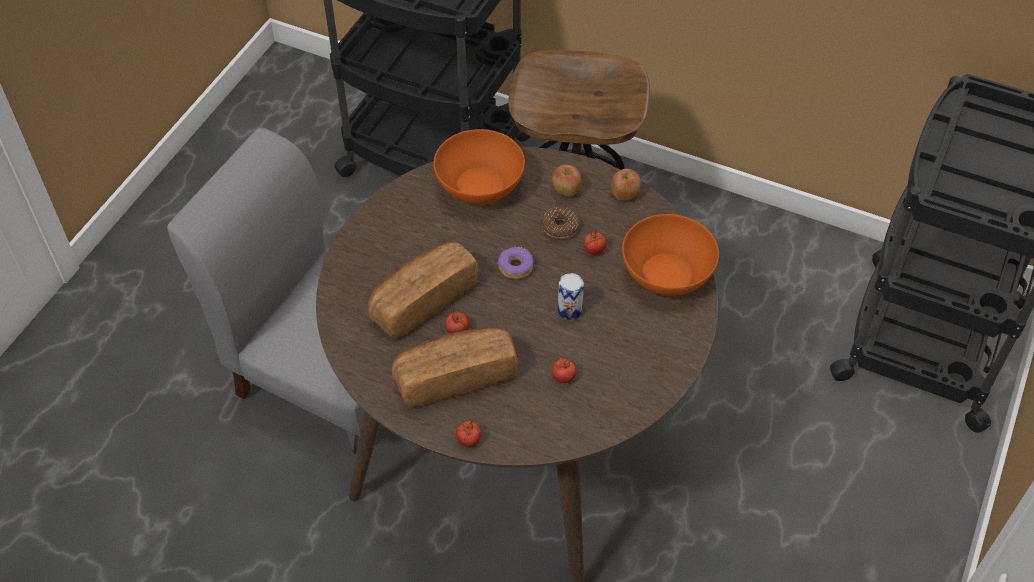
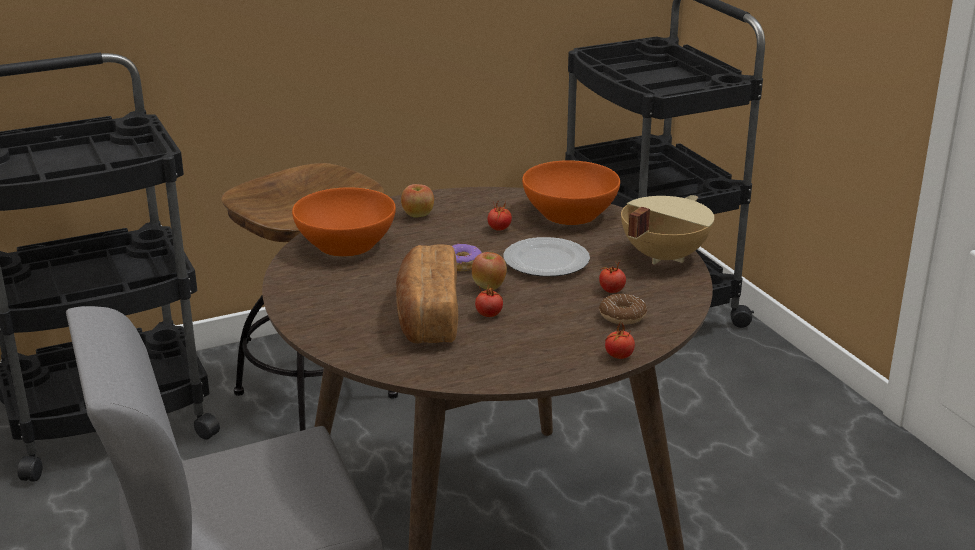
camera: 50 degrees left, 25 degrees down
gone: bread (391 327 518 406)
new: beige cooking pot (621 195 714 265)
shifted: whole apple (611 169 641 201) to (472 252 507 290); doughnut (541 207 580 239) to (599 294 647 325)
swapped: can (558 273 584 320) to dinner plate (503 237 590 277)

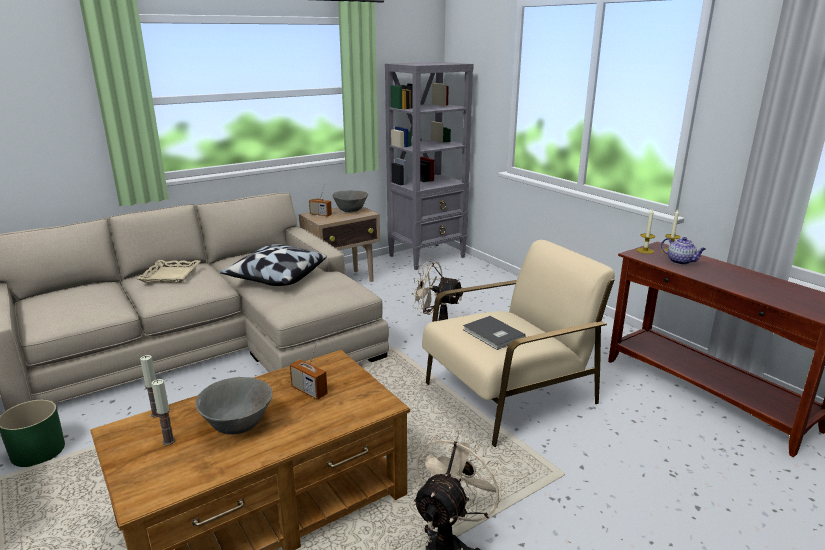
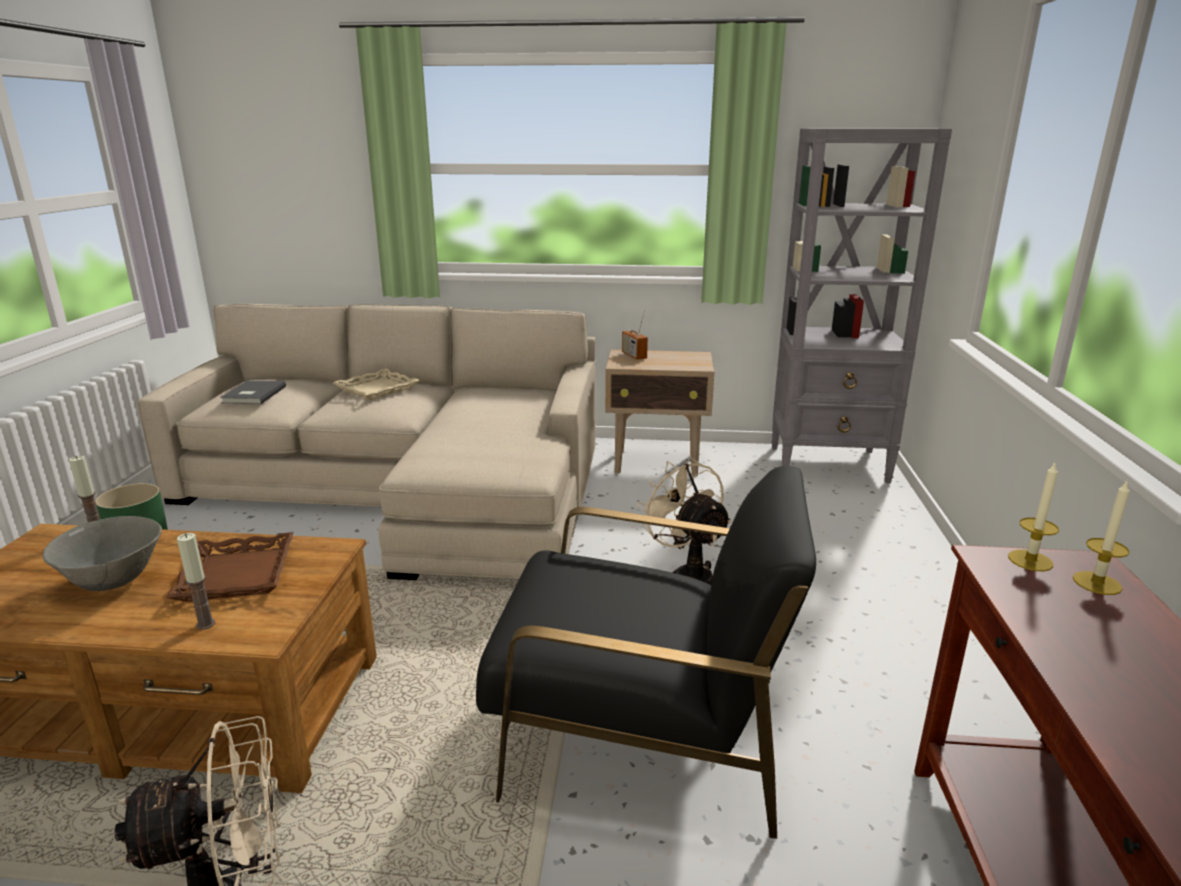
camera: 40 degrees right, 0 degrees up
gone: grey serving bowl (332 190 368 213); pot for tea (661 237 706 265); throw pillow (220 244 327 286)
shifted: grey book (463 316 526 350) to (220 380 286 404); candle (151 379 175 445) to (177 533 215 630)
swapped: radio (290 341 328 400) to brown tray (166 533 294 602)
repainted: beige easy chair (422 240 615 447) to black-coloured easy chair (476 466 816 839)

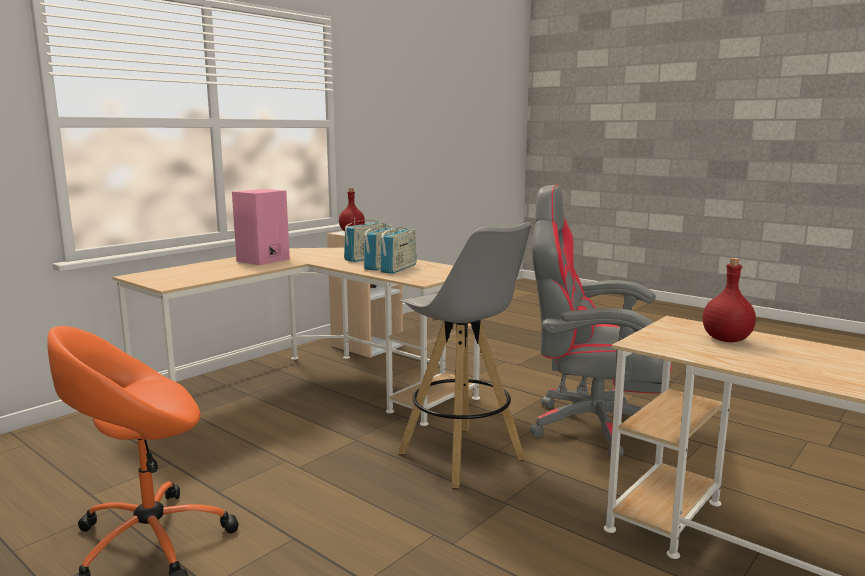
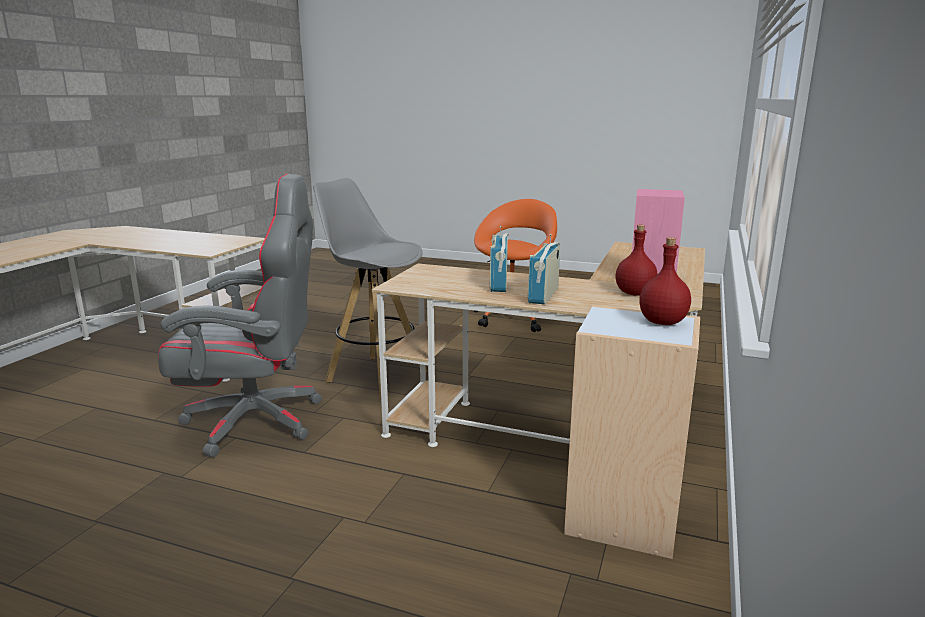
camera: 160 degrees right, 5 degrees up
gone: radio (380 225 417 274)
shifted: reddish bottle (703 258 756 342) to (615 225 657 295)

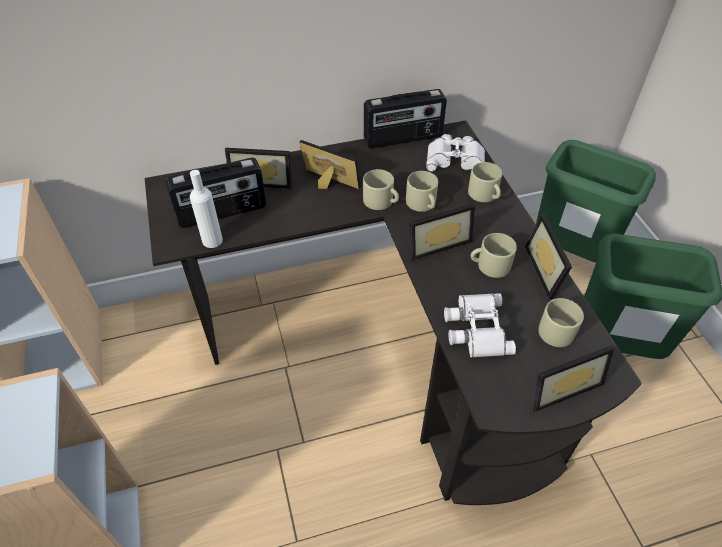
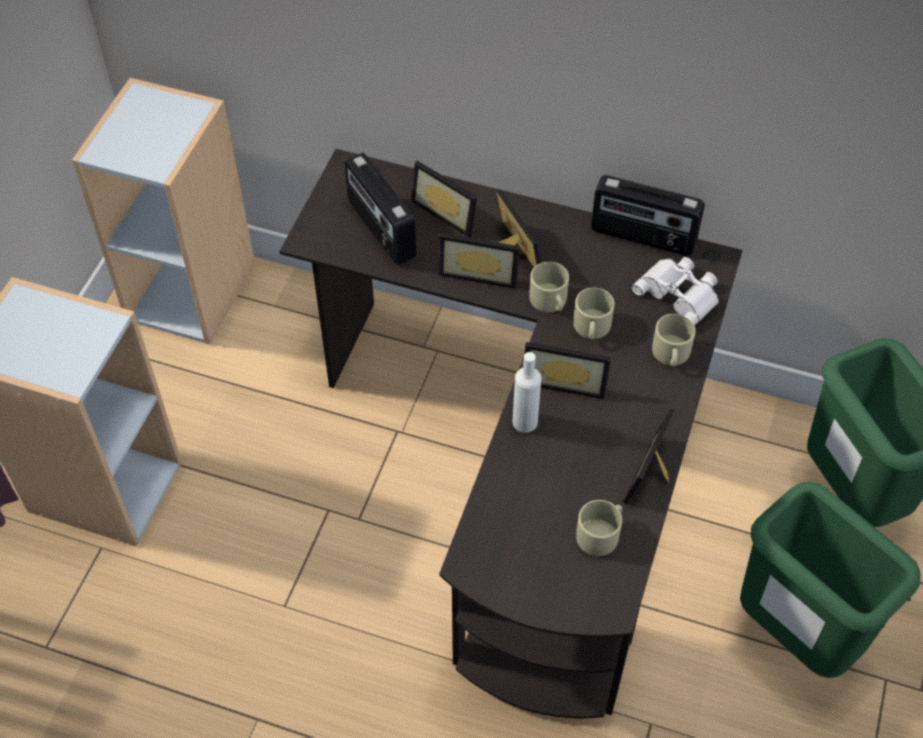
camera: 35 degrees right, 5 degrees up
gone: beige coffee mug (471 233 517 278); white field glasses (444 293 516 358)
shifted: white bottle (190 170 223 248) to (512 352 542 433); standing frame (532 345 615 412) to (438 233 520 289)
rotated: radio (166 158 266 228) = (344 153 416 265) 45 degrees clockwise

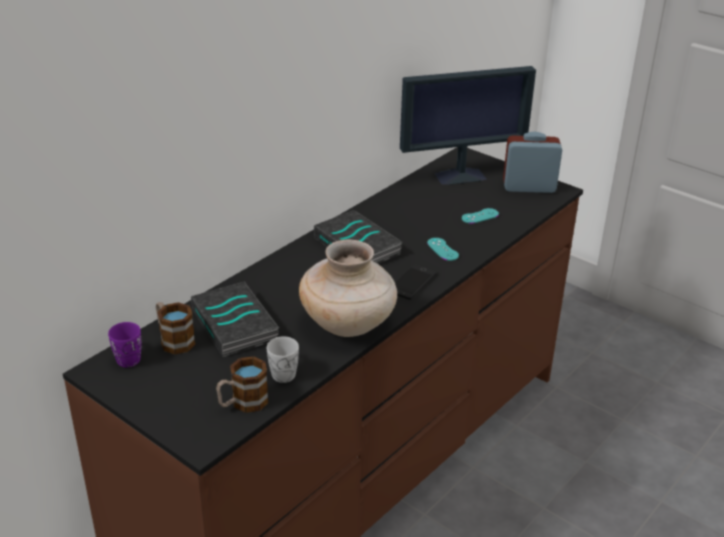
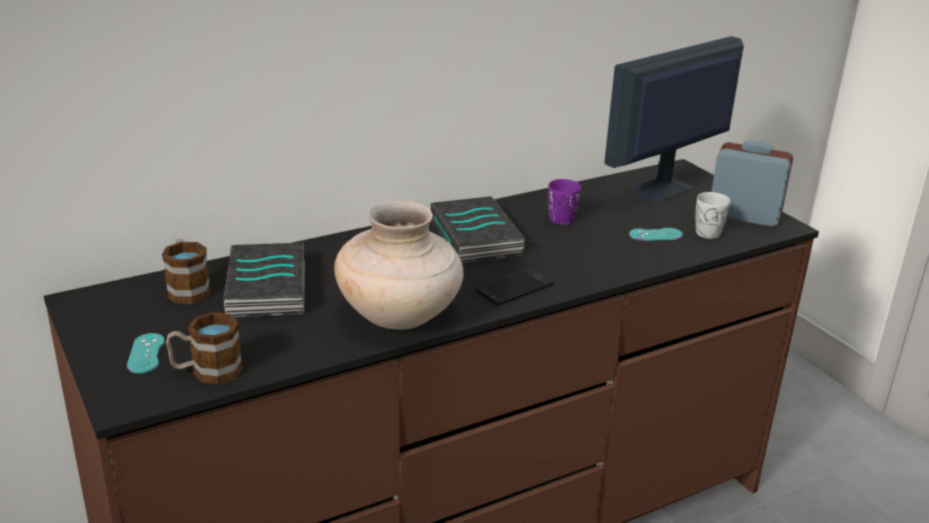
camera: 20 degrees right, 5 degrees down
shifted: turquoise-coloured gamepad (427 238 459 261) to (127 333 165 374); purple coffee mug (108 322 141 367) to (548 179 581 225); white coffee mug (267 336 299 383) to (695 192 731 239)
rotated: computer screen (400 66 536 185) = (604 36 744 202) 135 degrees clockwise

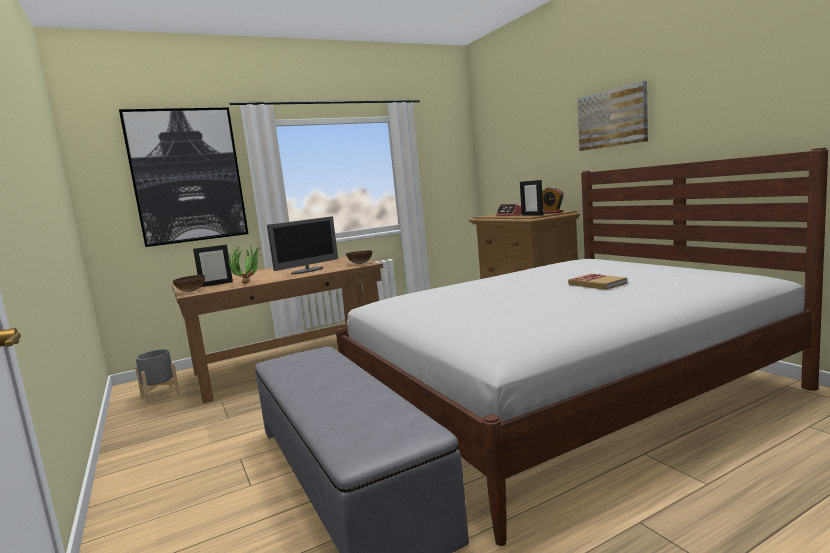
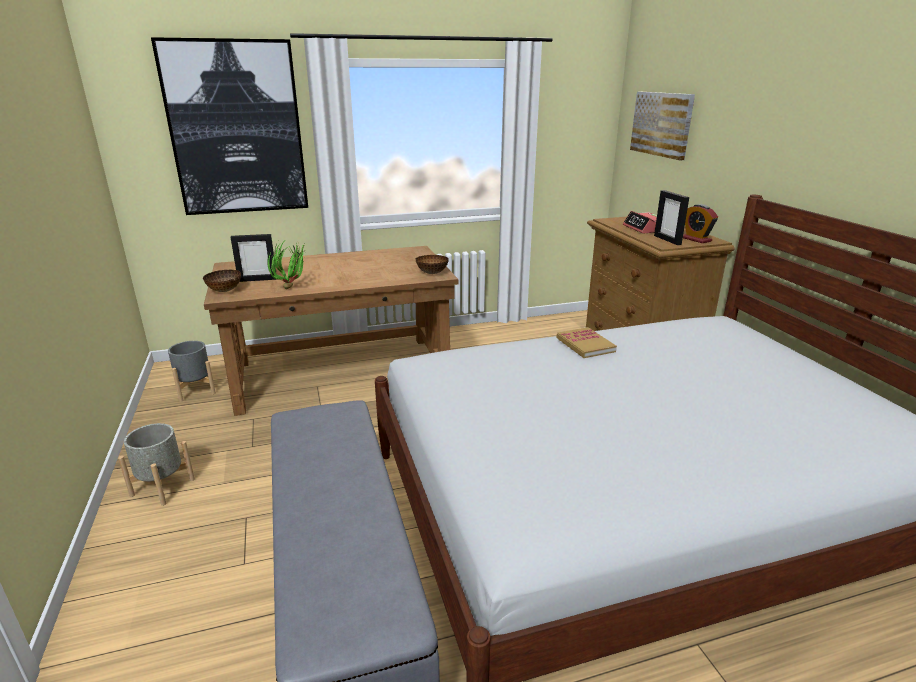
camera: 10 degrees right, 15 degrees up
gone: computer screen (267 216 338 274)
new: grey plant pot (118 423 195 506)
shifted: wall picture (577 81 648 151) to (630 92 695 160); book (568 274 627 290) to (556 327 617 358)

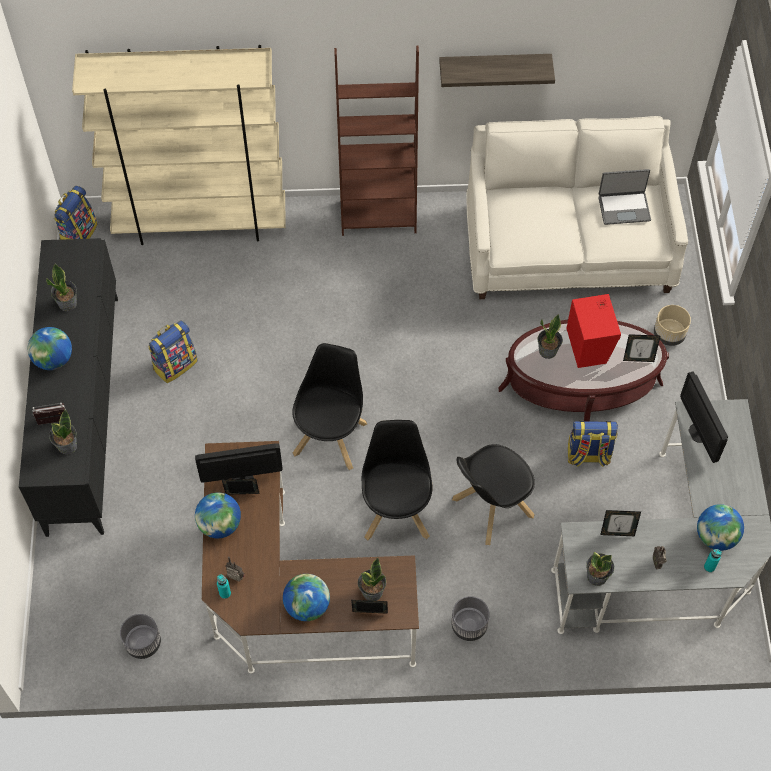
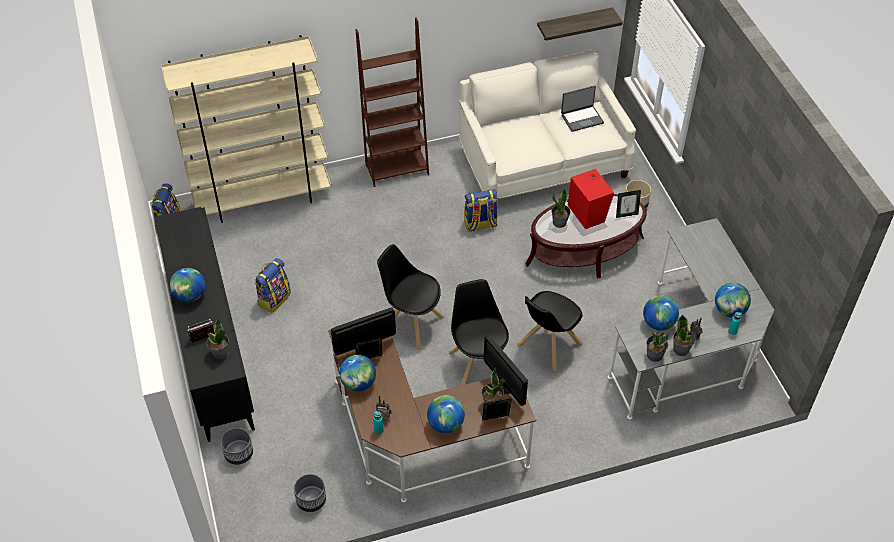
camera: 15 degrees left, 10 degrees down
shifted: shelf (439 54 555 87) to (537 7 623 41); houseplant (46 263 77 311) to (673 315 695 356); computer screen (680 371 728 463) to (484 335 528 406); knapsack (568 421 618 467) to (464 189 498 232); grey plant pot (451 596 490 641) to (221 428 253 465)
swapped: standing frame (600 510 641 536) to desk globe (643 295 679 331)
rotated: black-coloured upright chair (292 343 367 470) = (377 244 444 349) 60 degrees counterclockwise

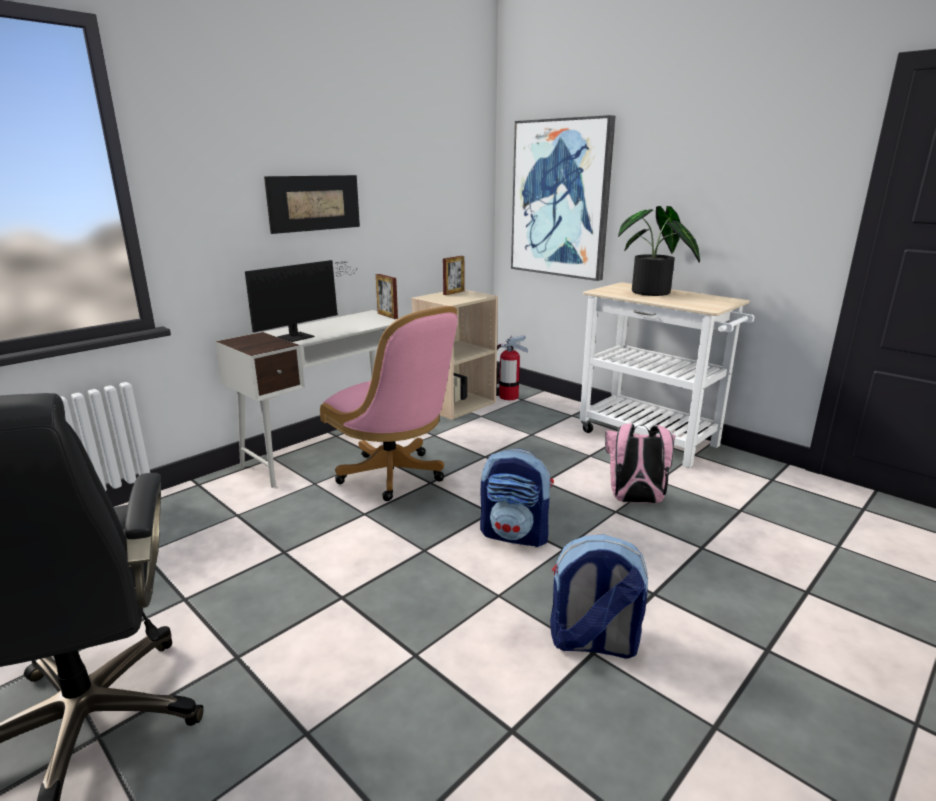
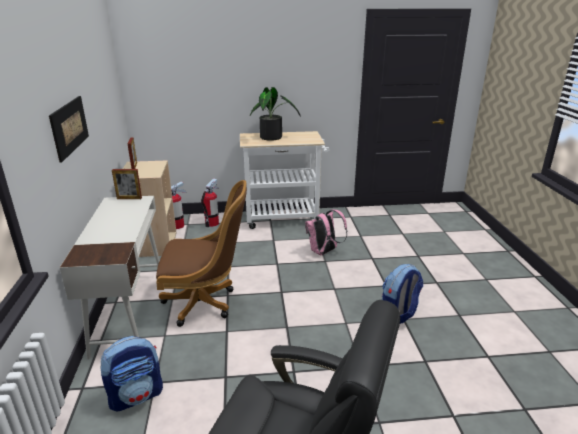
camera: 50 degrees left, 5 degrees up
gone: wall picture (511 115 615 281); computer screen (245 260 358 342)
new: fire-fighting cylinder (201 178 219 227)
shifted: knapsack (480 448 554 547) to (100 336 163 411)
repainted: pink-coloured computer chair (320 306 458 501) to brown computer chair (156 180 247 327)

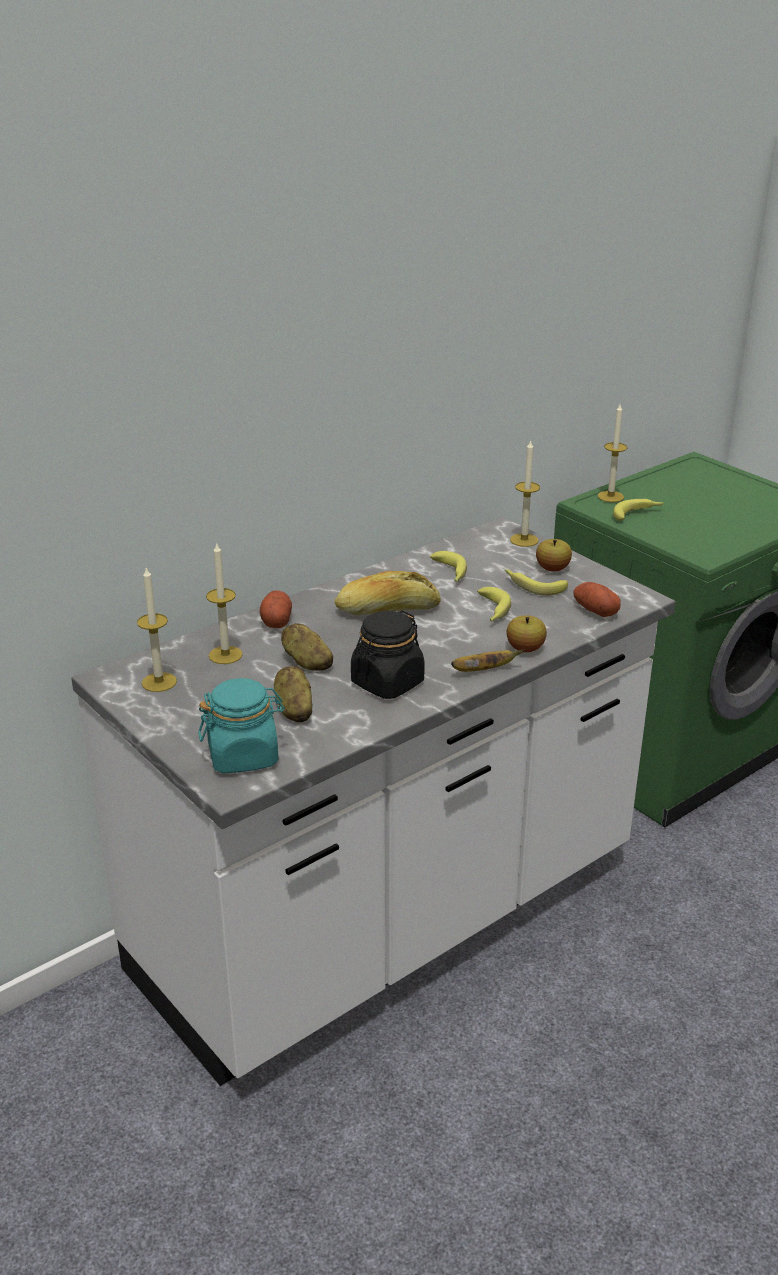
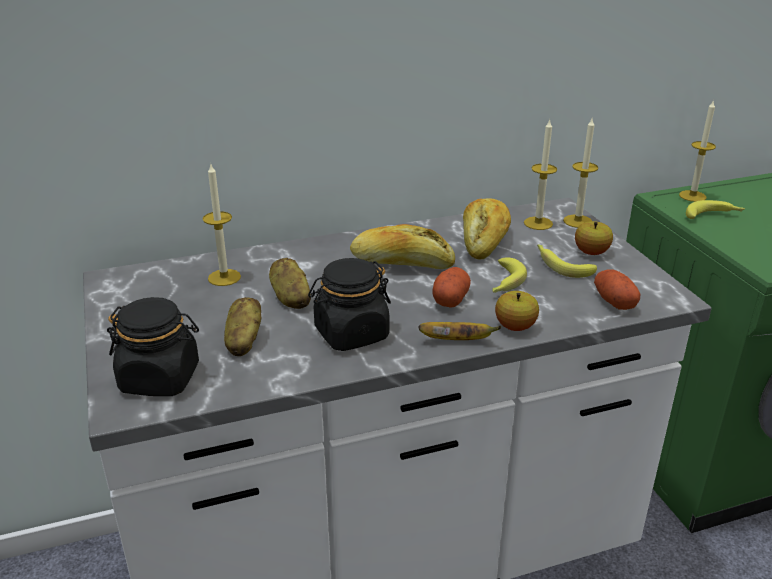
camera: 20 degrees right, 0 degrees up
shifted: candle (137 567 177 692) to (524 120 557 230); whole potato (260 590 292 628) to (433 267 471 308)
swapped: banana (430 551 467 582) to bread (463 198 511 260)
repainted: turquoise-coloured preserve jar (198 678 285 774) to black-coloured preserve jar (107 297 199 396)

